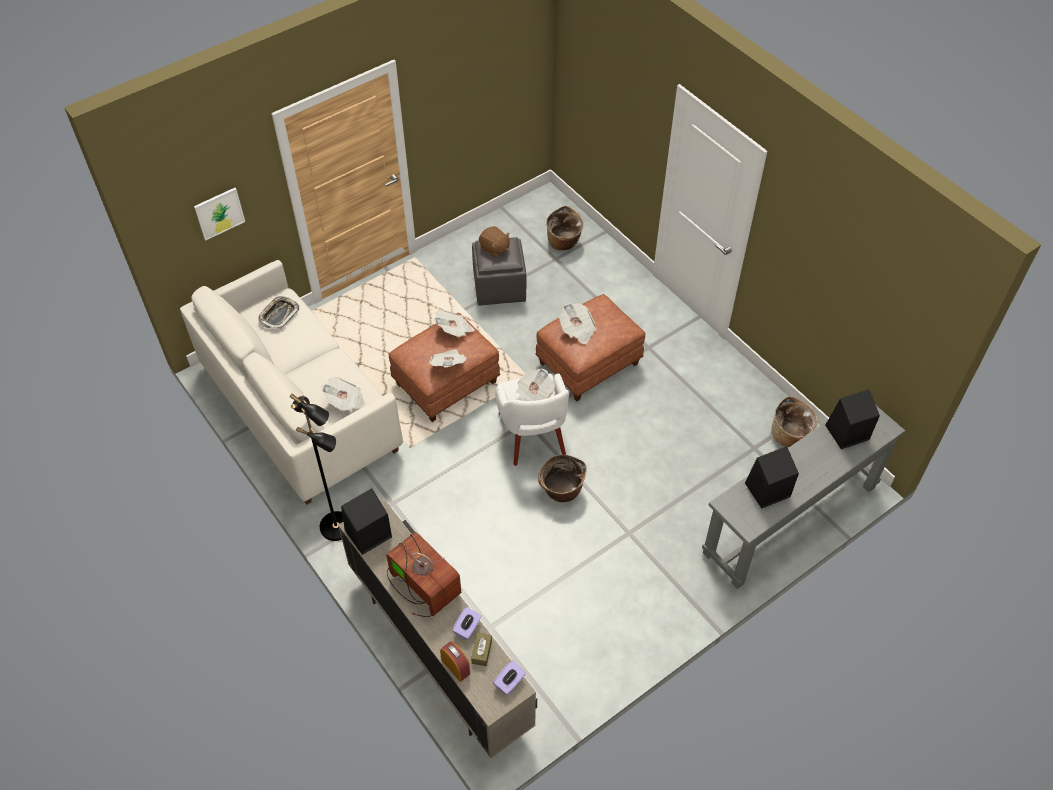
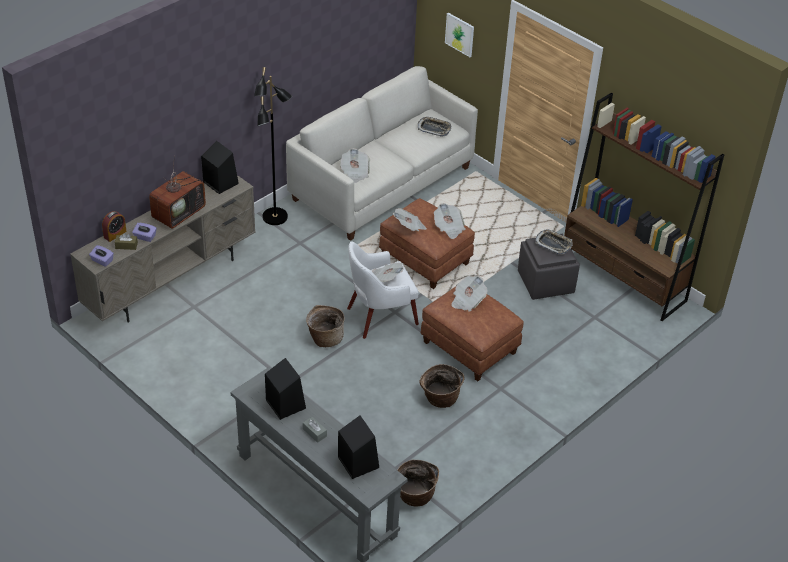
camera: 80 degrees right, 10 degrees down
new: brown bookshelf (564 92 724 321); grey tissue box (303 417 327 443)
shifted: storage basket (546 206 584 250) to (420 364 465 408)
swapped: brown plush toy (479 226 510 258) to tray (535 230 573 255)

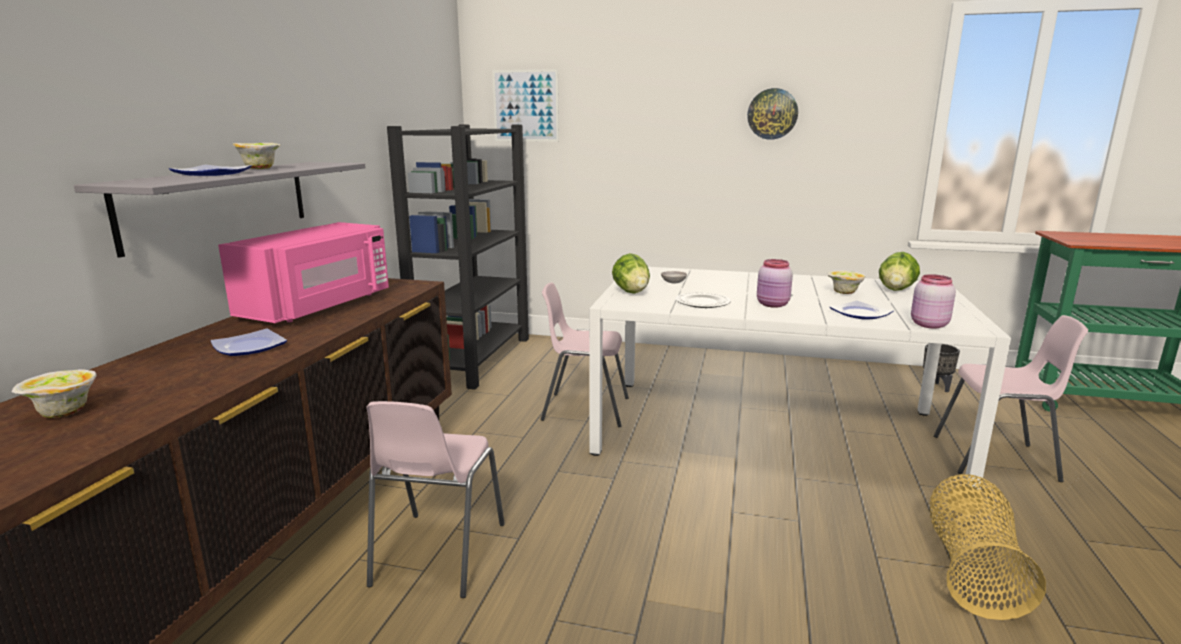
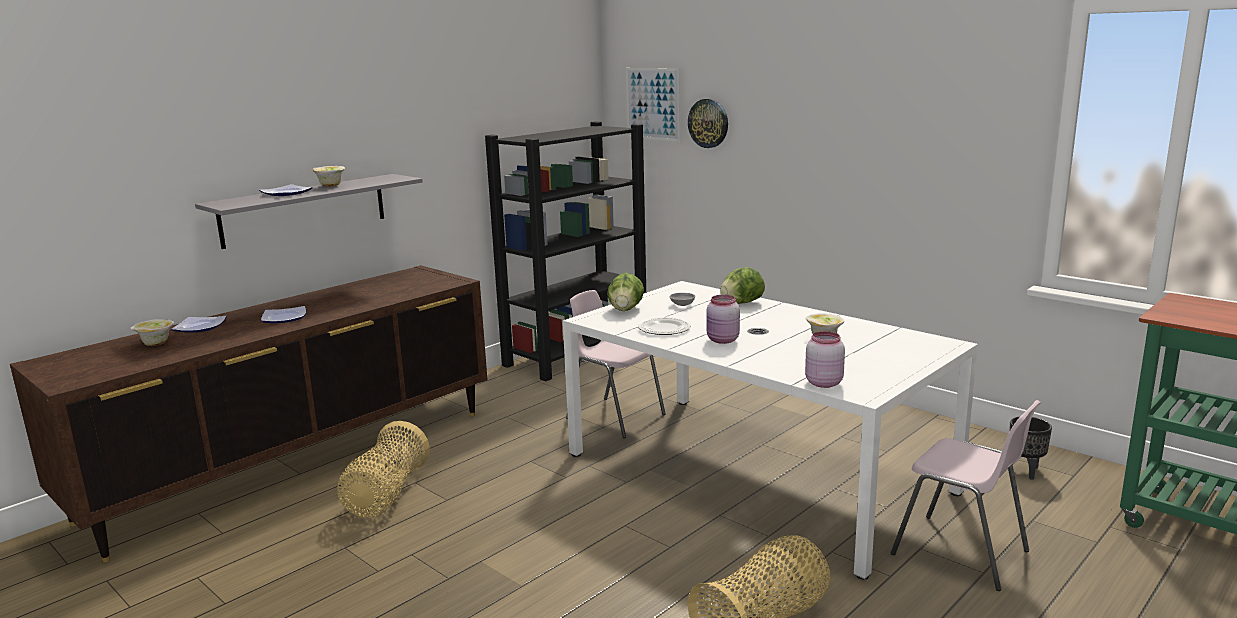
camera: 30 degrees right, 0 degrees up
gone: pink-coloured microwave oven (218 222 389 323)
shifted: hanging clock (747 88 798 140) to (688 99 728 148); head of lettuce (879 252 920 291) to (720 267 765 304); dinner plate (830 301 894 320) to (171 316 227 333)
swapped: pink-coloured upright chair (366 401 505 598) to storage basket (337 421 430 517)

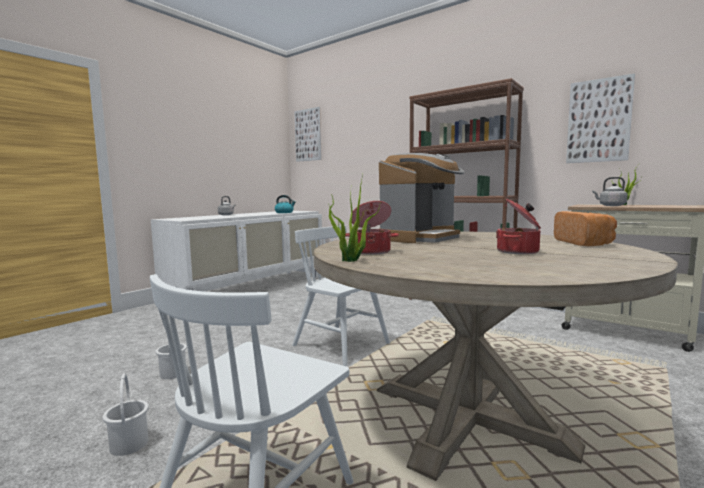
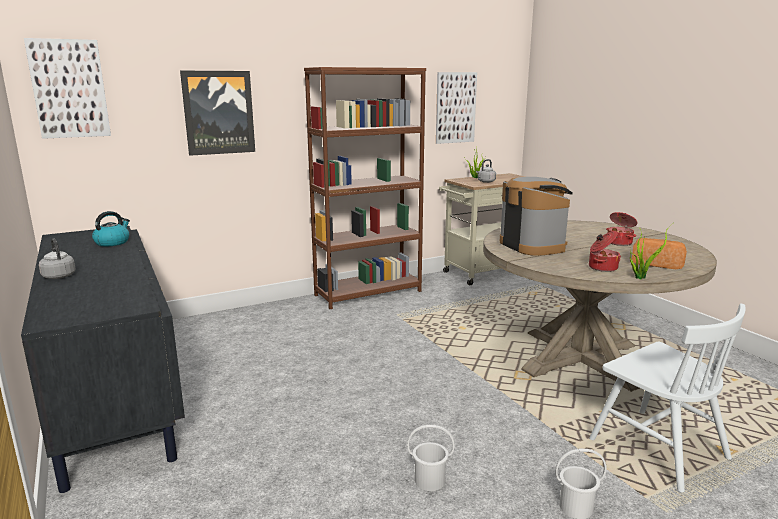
camera: 65 degrees left, 10 degrees up
gone: white upright chair (292 225 390 366)
new: wall picture (180 71 255 156)
shifted: bread (554 211 617 246) to (632 238 687 269)
repainted: white cabinet (151 211 322 291) to black-coloured cabinet (21 226 185 493)

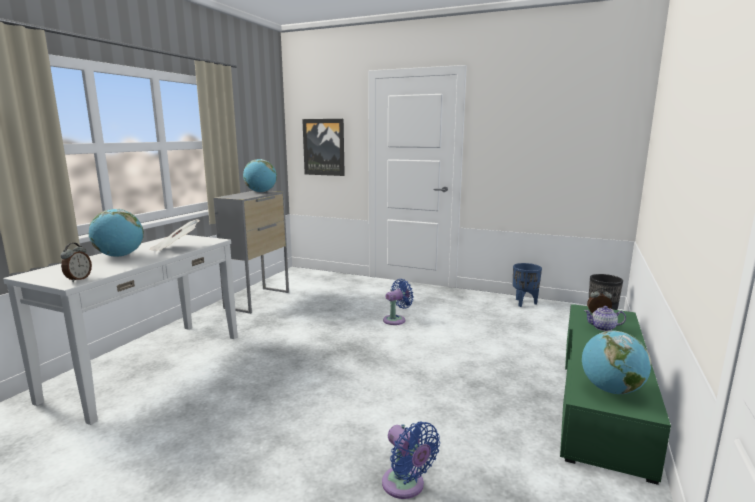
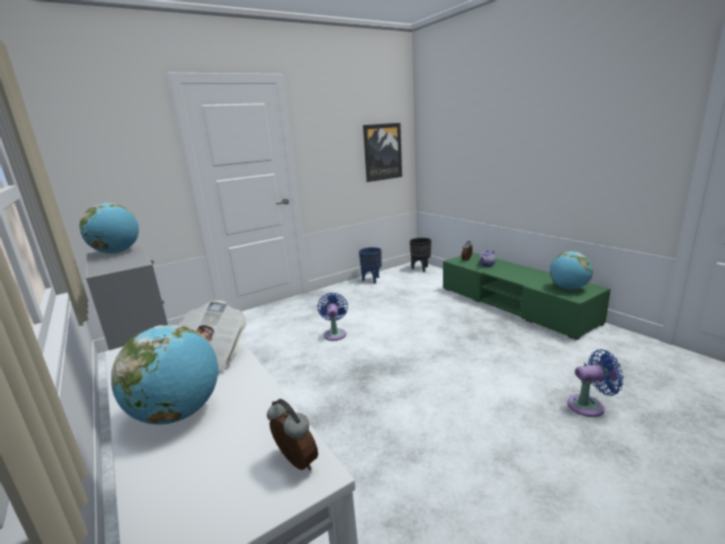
camera: 55 degrees left, 5 degrees up
shifted: wall picture (302 119 345 176) to (363 123 402 182)

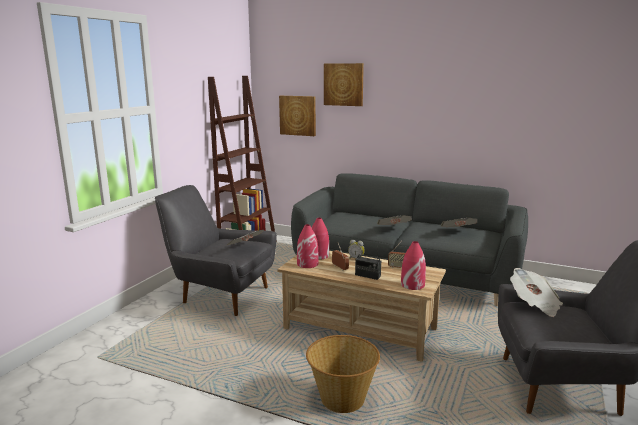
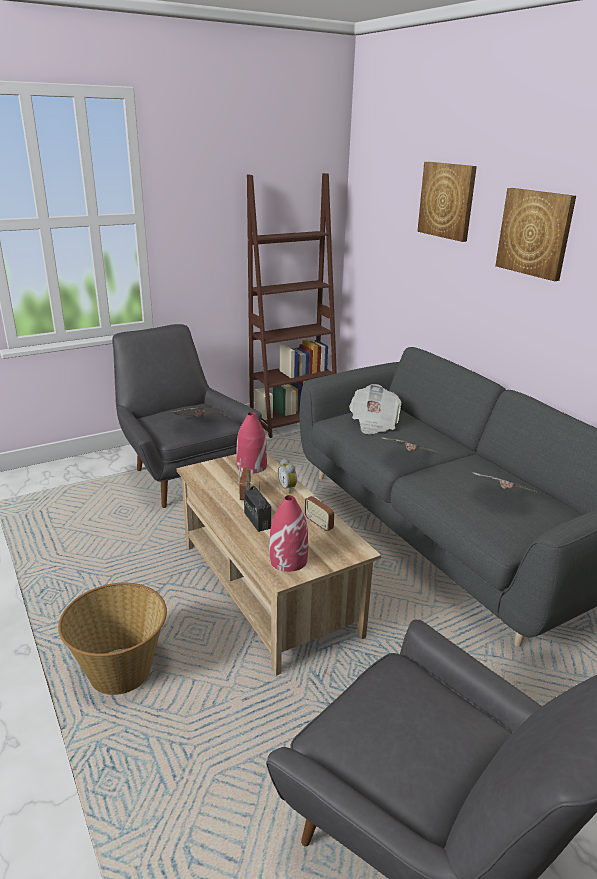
camera: 35 degrees right, 10 degrees up
gone: reddish vase (297 224 319 268)
shifted: wall picture (279 96 316 136) to (495 188 576 281); printed paper (510 268 563 317) to (349 384 402 434)

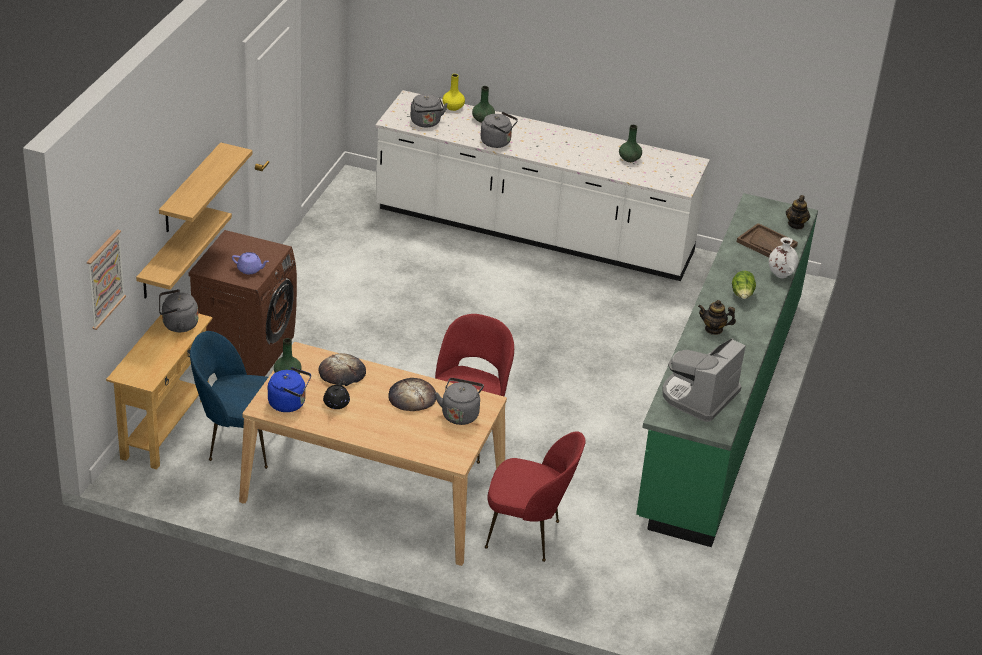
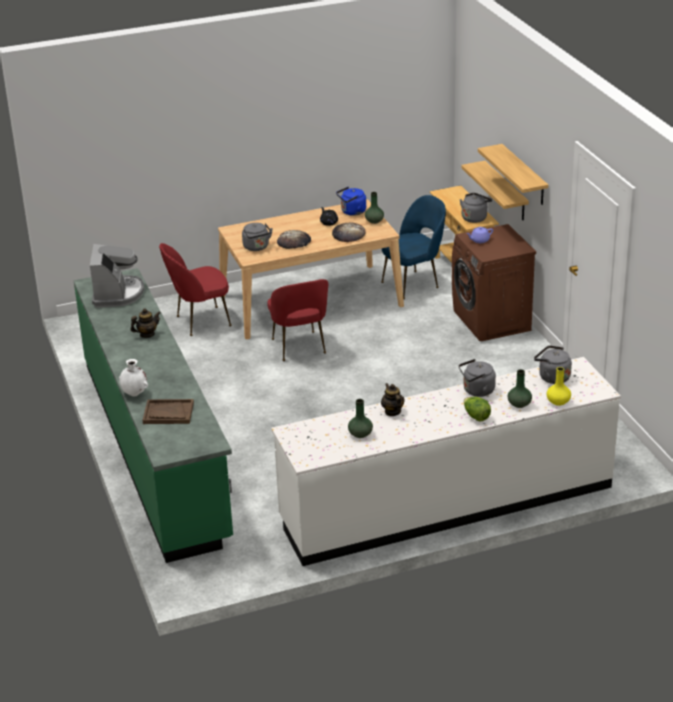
camera: 145 degrees right, 5 degrees down
gone: wall picture (87 229 126 330)
shifted: pot for tea (786 195 810 229) to (381 383 405 416); head of lettuce (732 271 756 299) to (464 397 491 422)

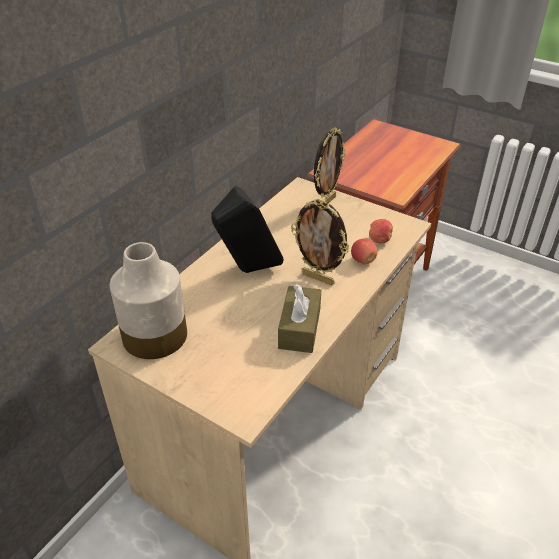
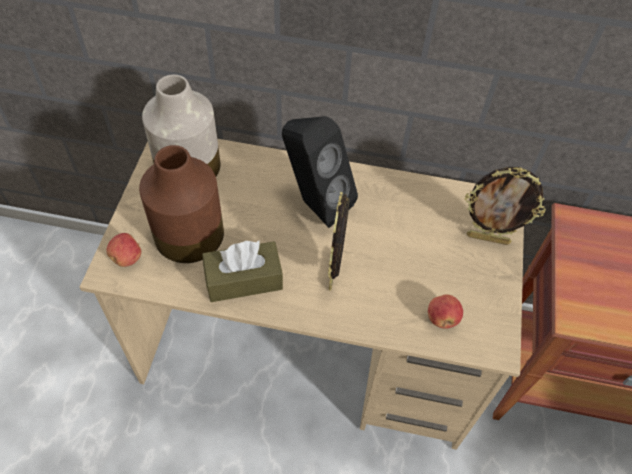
camera: 65 degrees right, 15 degrees up
new: brown vase (139 145 224 263)
shifted: whole apple (351 238 378 264) to (106 233 141 267)

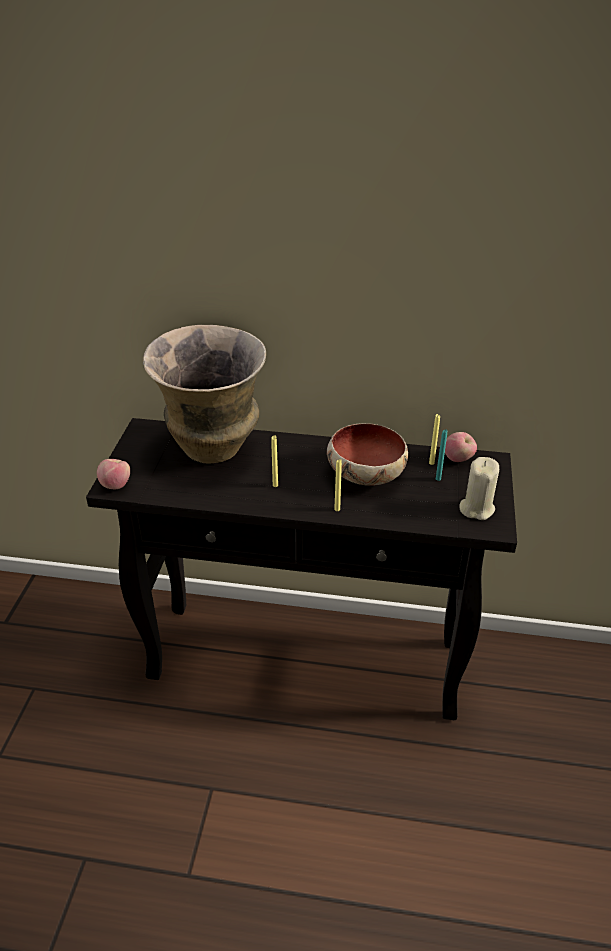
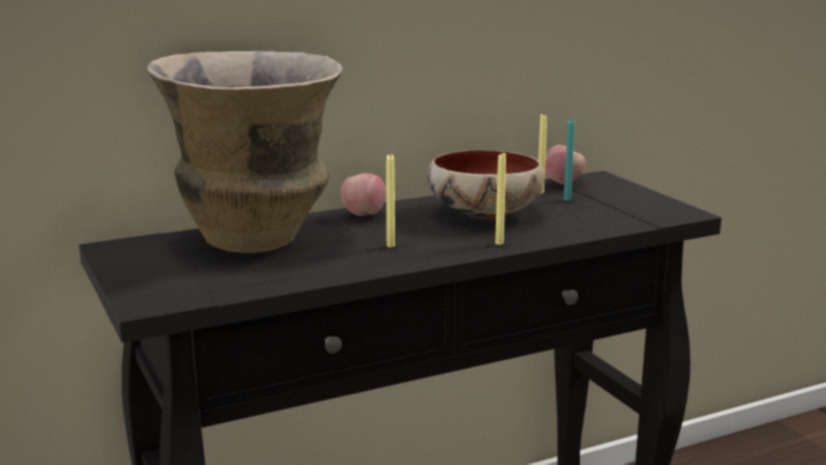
camera: 35 degrees left, 20 degrees down
gone: beige candle (459 457 499 520)
shifted: whole apple (97 459 130 489) to (340 173 386 216)

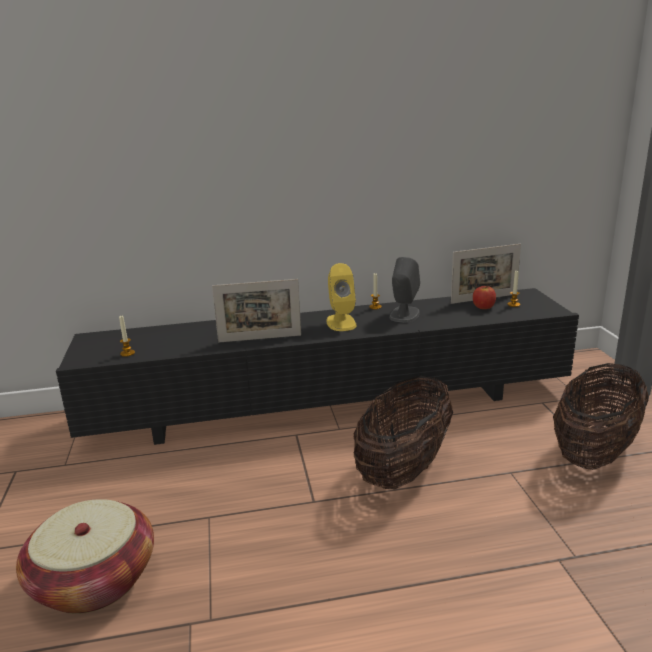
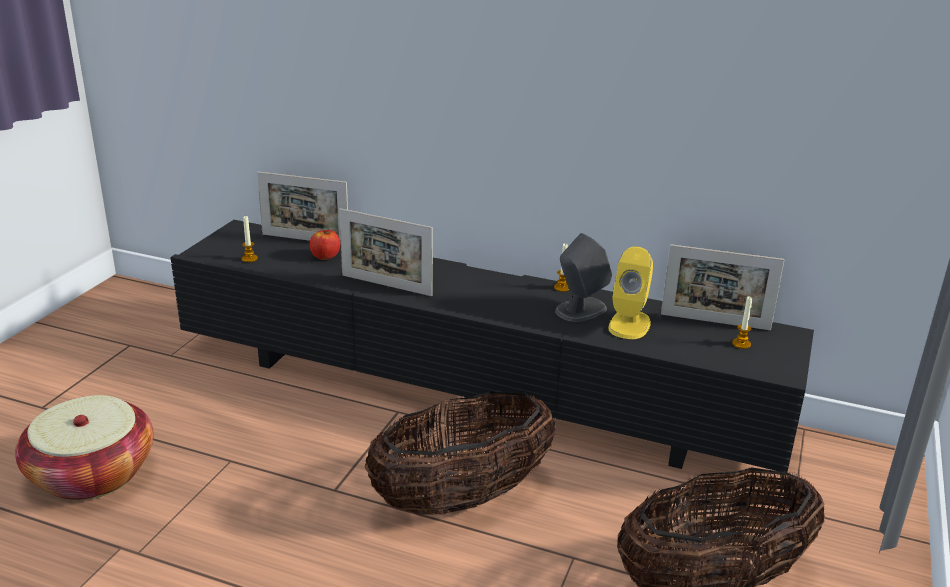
camera: 30 degrees right, 5 degrees up
new: standing frame (257 172 348 243)
shifted: yellowish audio speaker (326 263 357 331) to (608 247 653 339); whole apple (473 285 496 309) to (310 230 341 260)

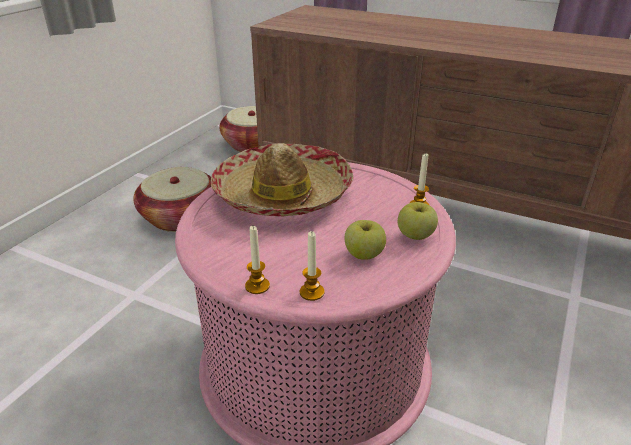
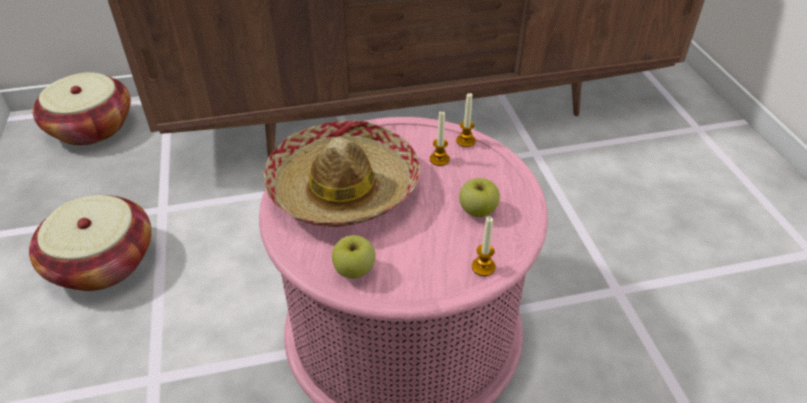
camera: 40 degrees left, 10 degrees up
shifted: whole apple (398 202 438 240) to (332 235 376 279); candle (245 226 270 294) to (430 111 450 166)

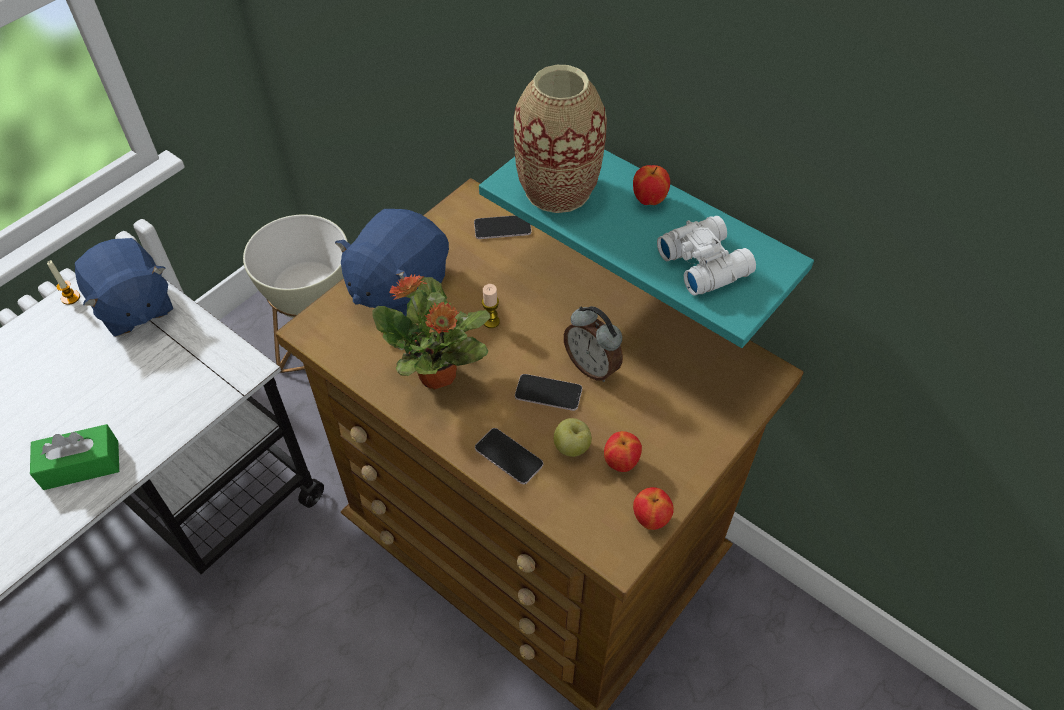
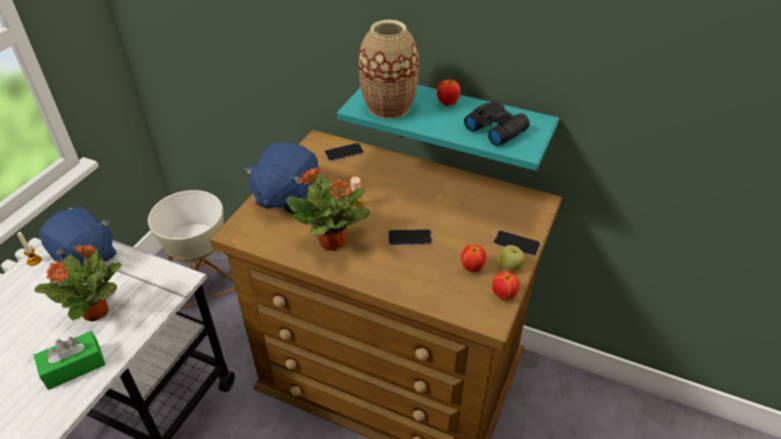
camera: 15 degrees left, 10 degrees down
gone: alarm clock (564 306 623 382)
new: houseplant (35 244 122 322)
shifted: whole apple (554 418 592 457) to (499 245 525 271); handset (475 428 543 484) to (493 230 540 256)
repainted: white field glasses (657 216 756 296) to black-coloured field glasses (464 100 530 146)

